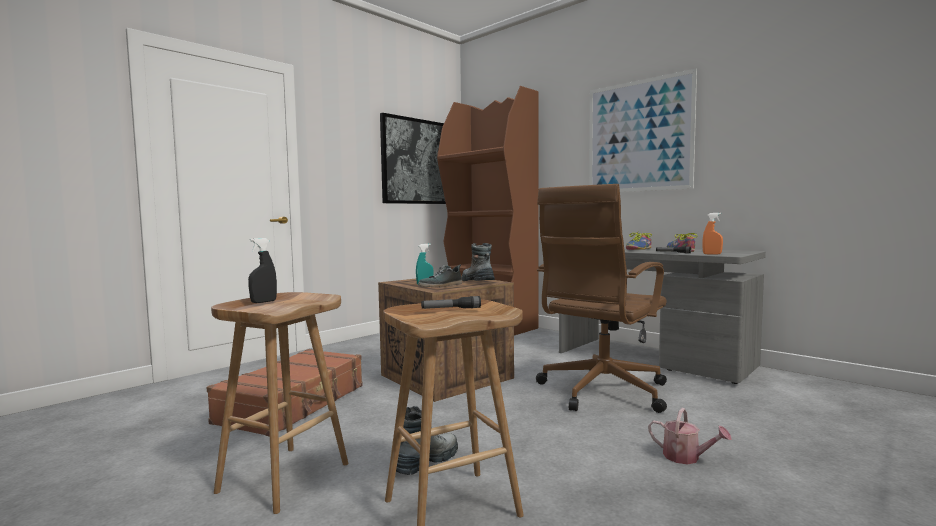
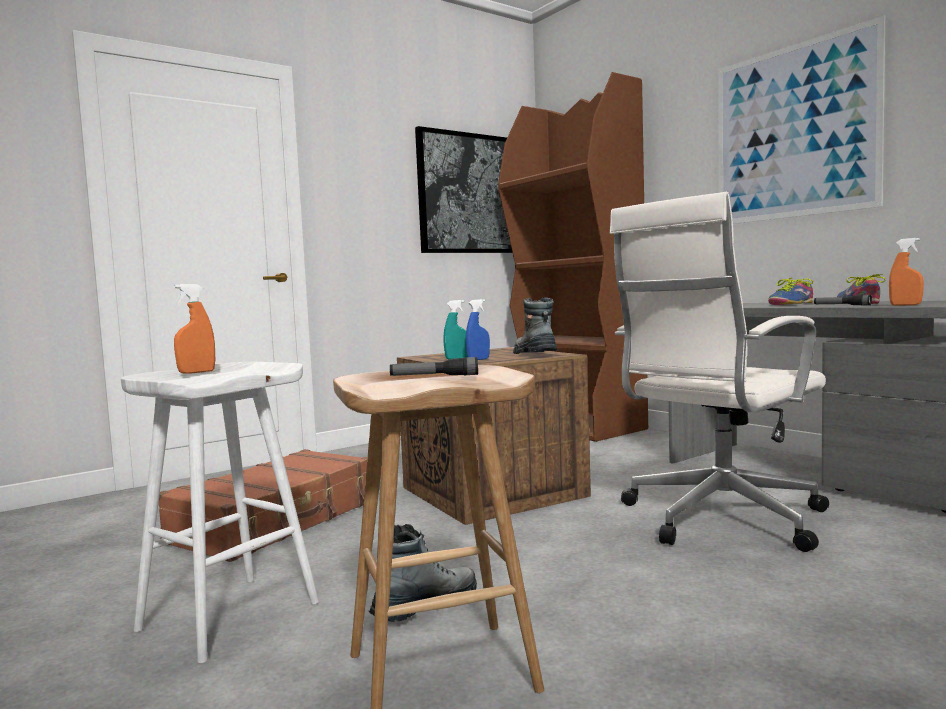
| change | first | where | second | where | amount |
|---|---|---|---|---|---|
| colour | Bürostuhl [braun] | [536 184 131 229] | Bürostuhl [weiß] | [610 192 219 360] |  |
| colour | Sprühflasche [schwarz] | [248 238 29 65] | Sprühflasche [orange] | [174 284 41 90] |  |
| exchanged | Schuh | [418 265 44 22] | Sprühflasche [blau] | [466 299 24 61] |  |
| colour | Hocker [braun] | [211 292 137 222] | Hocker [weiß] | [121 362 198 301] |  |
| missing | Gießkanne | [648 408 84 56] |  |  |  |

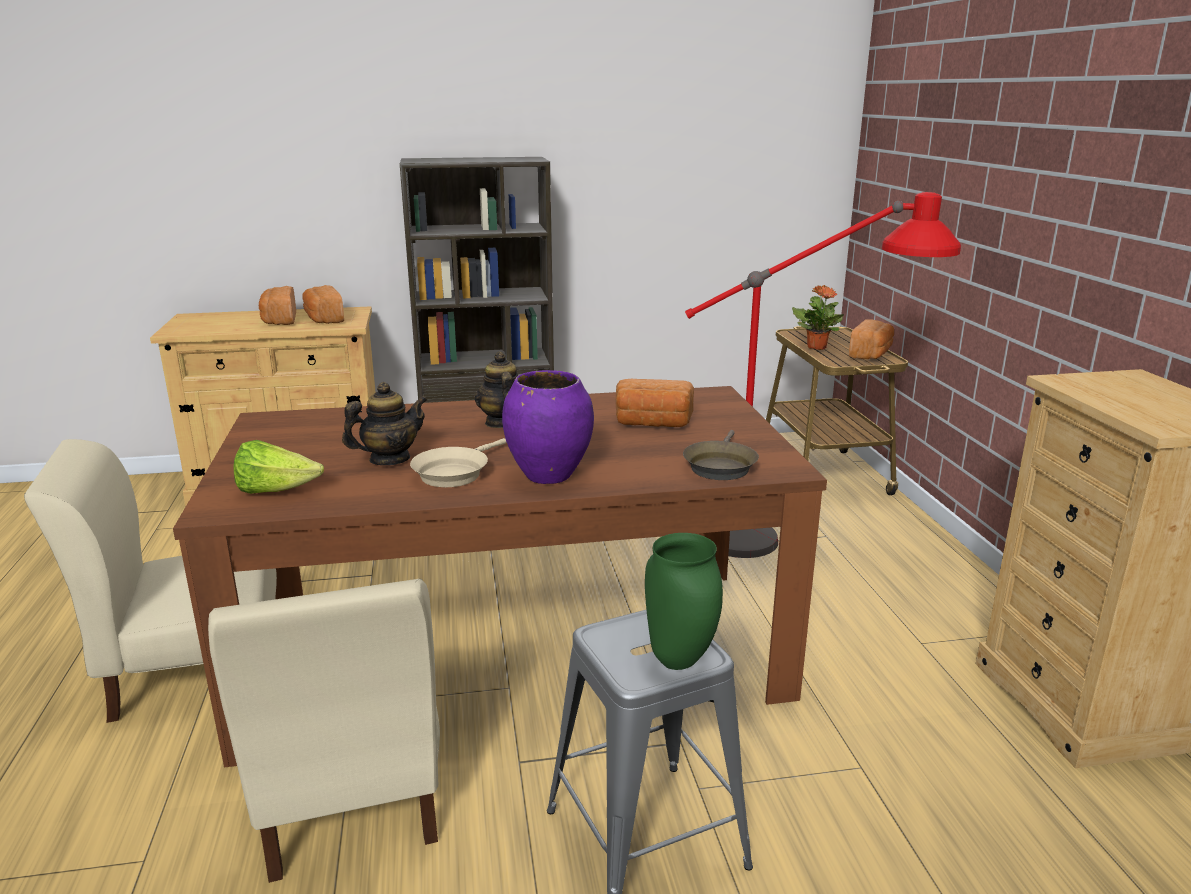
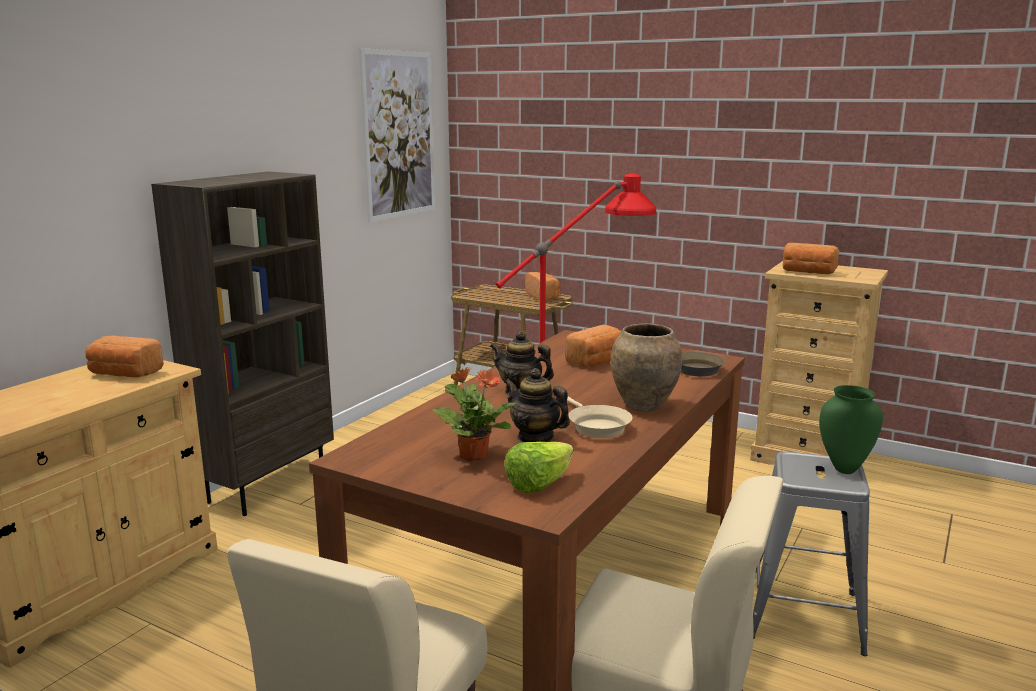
| change | first | where | second | where | amount |
|---|---|---|---|---|---|
| relocated | Topfpflanze | [792 285 52 65] |  | [432 367 84 95] |  |
| relocated | Brot | [259 286 37 39] |  | [783 243 56 31] |  |
| colour | Vase [lila] | [502 370 92 114] | Vase [braun] | [611 324 71 88] |  |
| spun | Teekanne | [342 382 85 83] |  | [504 368 66 74] | 60 degrees counterclockwise |
| appeared |  |  | Bild | [359 48 76 174] |  |

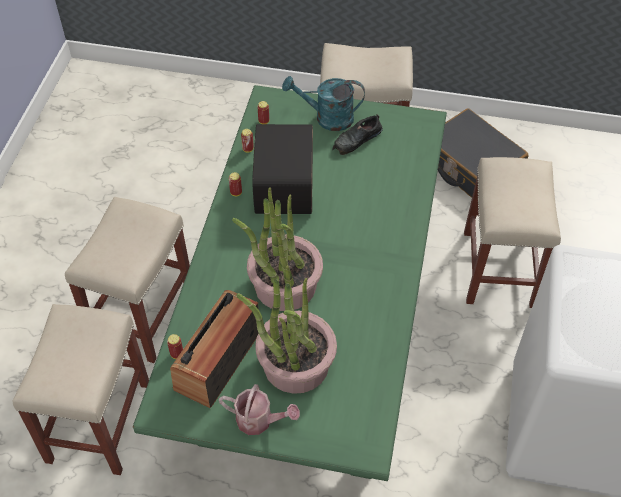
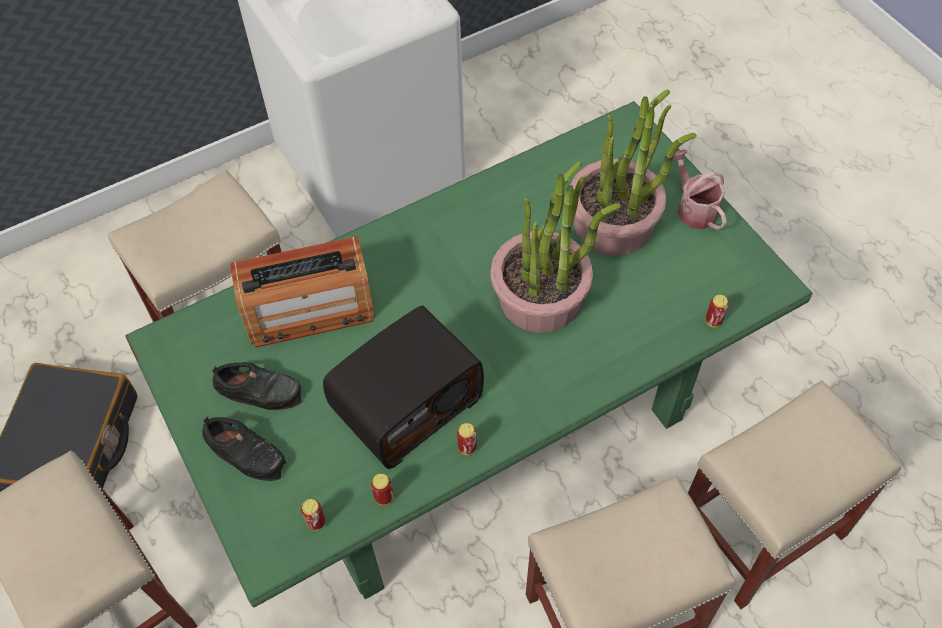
| change | first | where | second | where | amount |
|---|---|---|---|---|---|
| exchanged | Gießkanne [türkis] | [282 76 83 55] | Schuh [schwarz] | [202 417 84 64] |  |
| relocated | Radio | [170 290 89 118] |  | [230 236 145 112] |  |

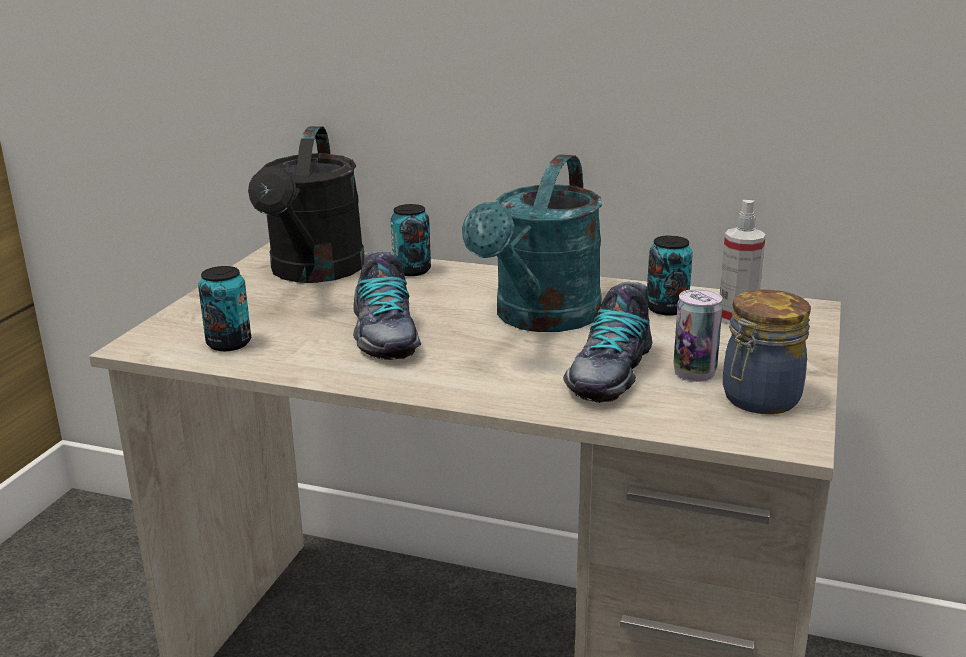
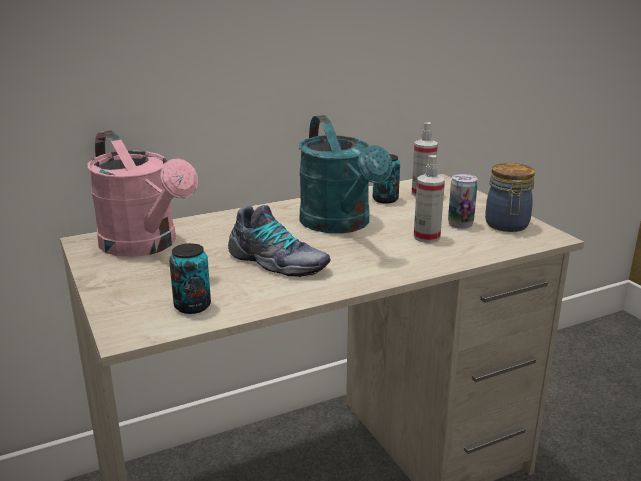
| change | first | where | second | where | amount |
|---|---|---|---|---|---|
| colour | Gießkanne [schwarz] | [248 126 117 157] | Gießkanne [rosa] | [87 130 111 127] |  |
| missing | Dose | [390 204 41 72] |  |  |  |
| exchanged | Schuh | [563 282 89 121] | Sprühflasche | [414 155 31 88] |  |

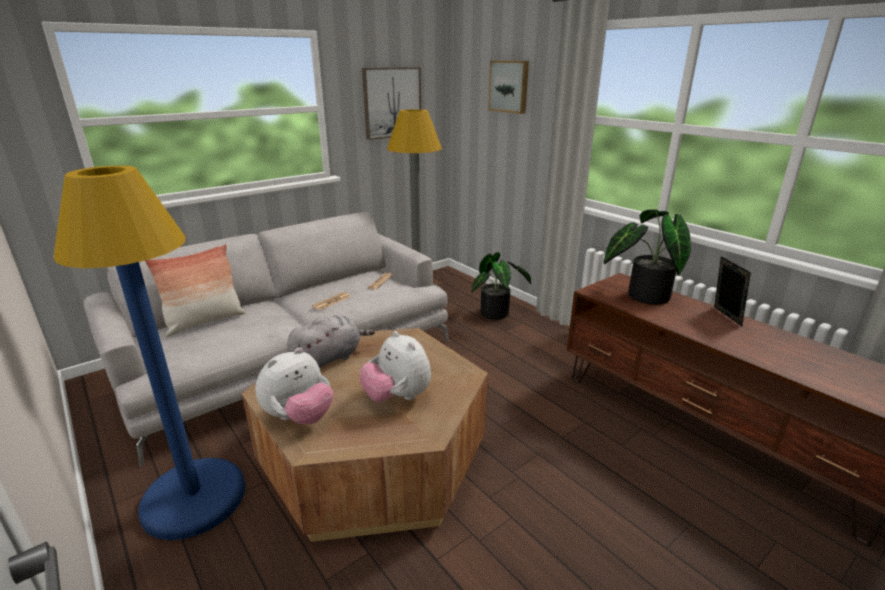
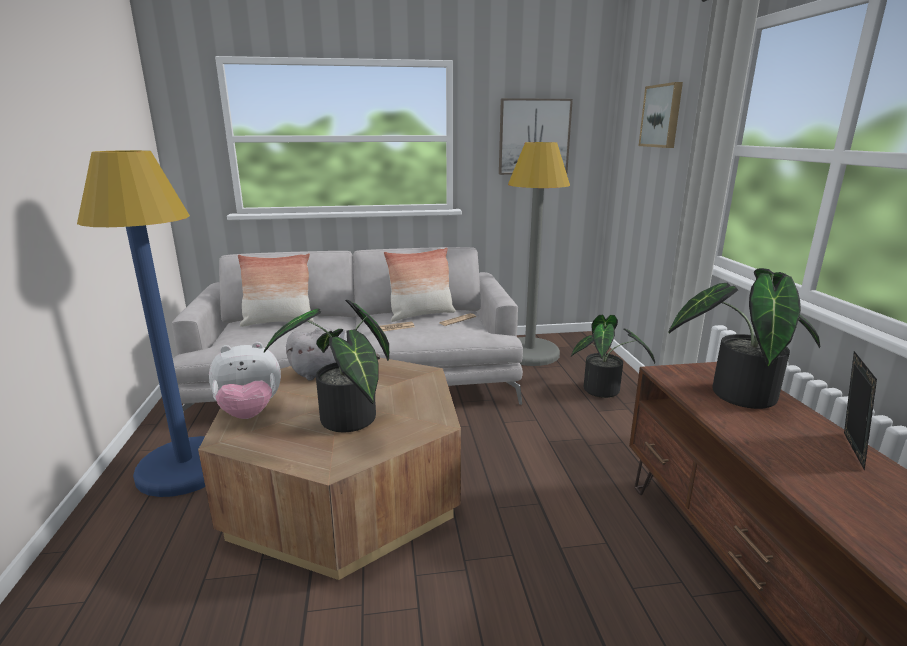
| change | first | where | second | where | amount |
|---|---|---|---|---|---|
| exchanged | Plüschtier | [360 331 71 71] | Topfpflanze | [264 300 125 132] |  |
| appeared |  |  | Kissen | [384 247 72 75] |  |

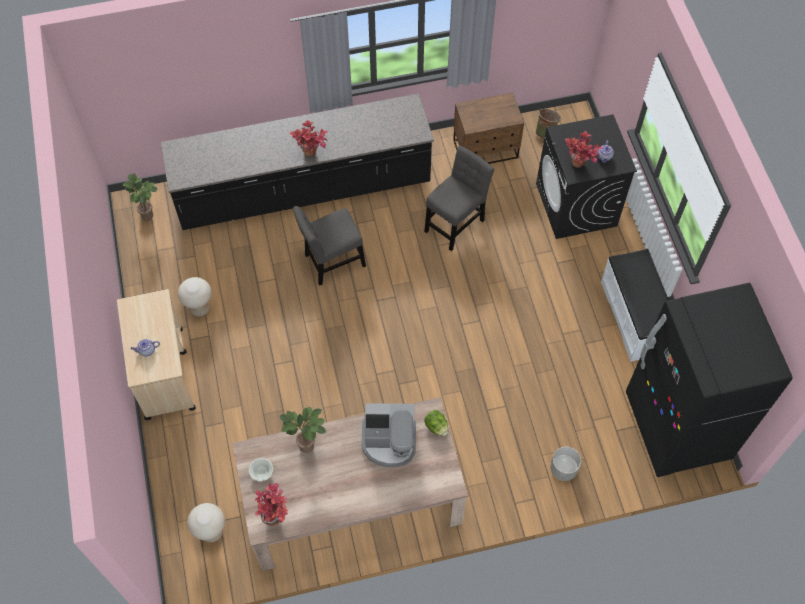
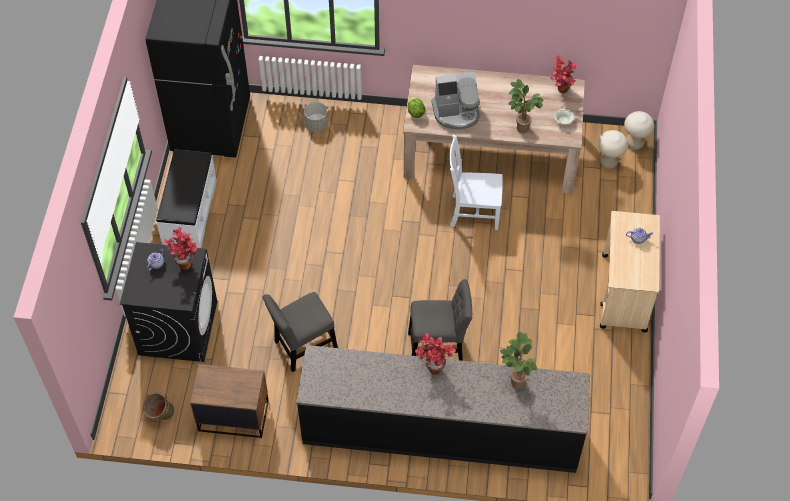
| change | first | where | second | where | amount |
|---|---|---|---|---|---|
| relocated | Topfpflanze | [123 173 35 48] |  | [500 332 37 57] |  |
| relocated | Hocker [beige] | [178 277 34 40] |  | [624 111 30 39] |  |
| spun | Kaffeemaschine | [362 403 54 64] |  | [431 72 49 58] | 150 degrees clockwise |
| appeared |  |  | Stuhl [weiß] | [449 134 54 96] |  |

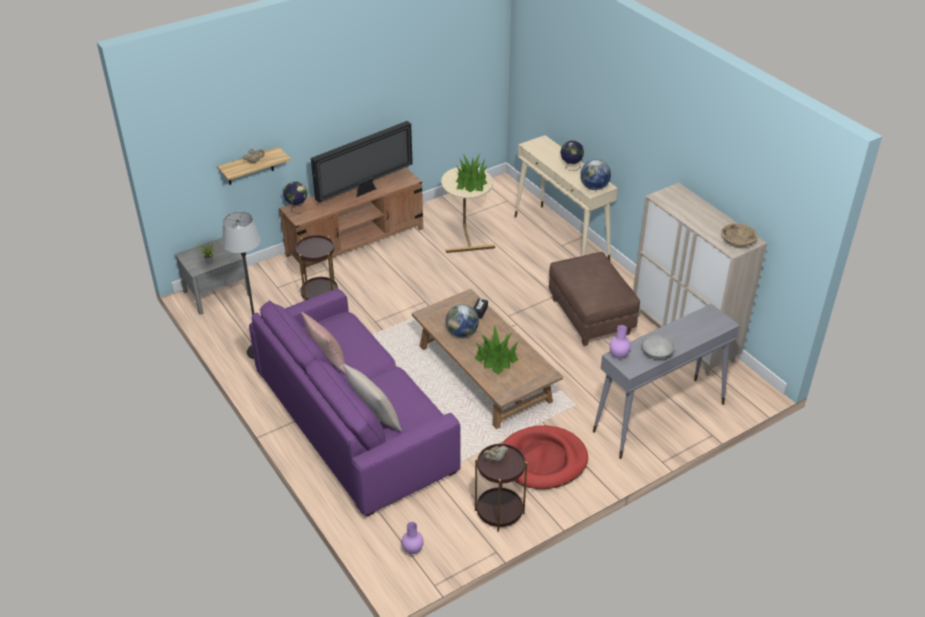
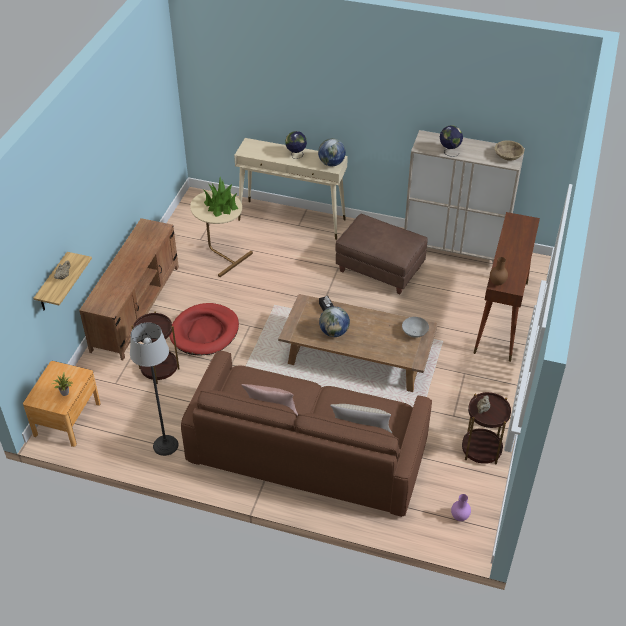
| change | first | where | second | where | amount |
|---|---|---|---|---|---|
| missing | Fernseher | [311 121 102 82] |  |  |  |
| relocated | Globus | [284 182 23 32] |  | [440 126 23 31] |  |
| colour | Nachttisch [grau] | [175 237 77 78] | Nachttisch [braun] | [23 361 78 86] |  |
| colour | Sofa [lila] | [249 289 212 228] | Sofa [braun] | [181 351 251 166] |  |
| colour | Konsolentisch [grau] | [593 303 147 156] | Konsolentisch [braun] | [473 212 67 150] |  |
| missing | Topfpflanze | [475 324 44 51] |  |  |  |
| colour | Vase [lila] | [609 325 22 34] | Vase [braun] | [490 257 18 28] |  |
| relocated | Schüssel [grau] | [642 334 32 25] |  | [402 317 27 21] |  |
| relocated | Hundebett [rot] | [503 425 85 64] |  | [169 303 70 52] |  |

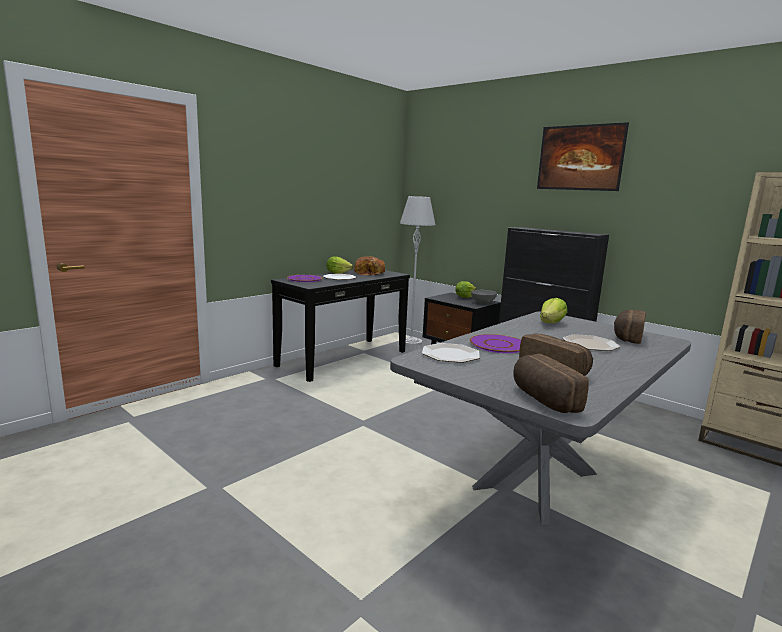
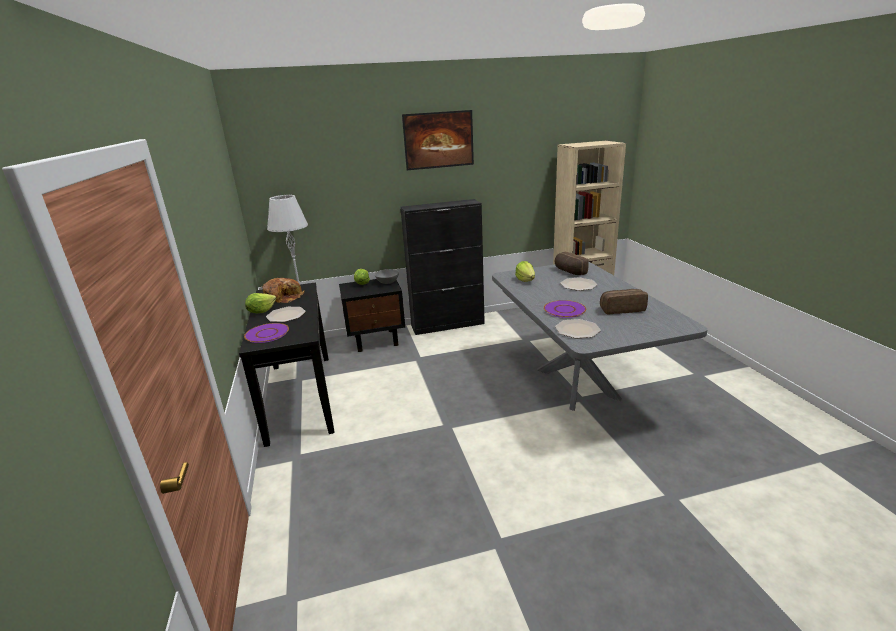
| change | first | where | second | where | amount |
|---|---|---|---|---|---|
| missing | Brot | [513 354 76 59] |  |  |  |

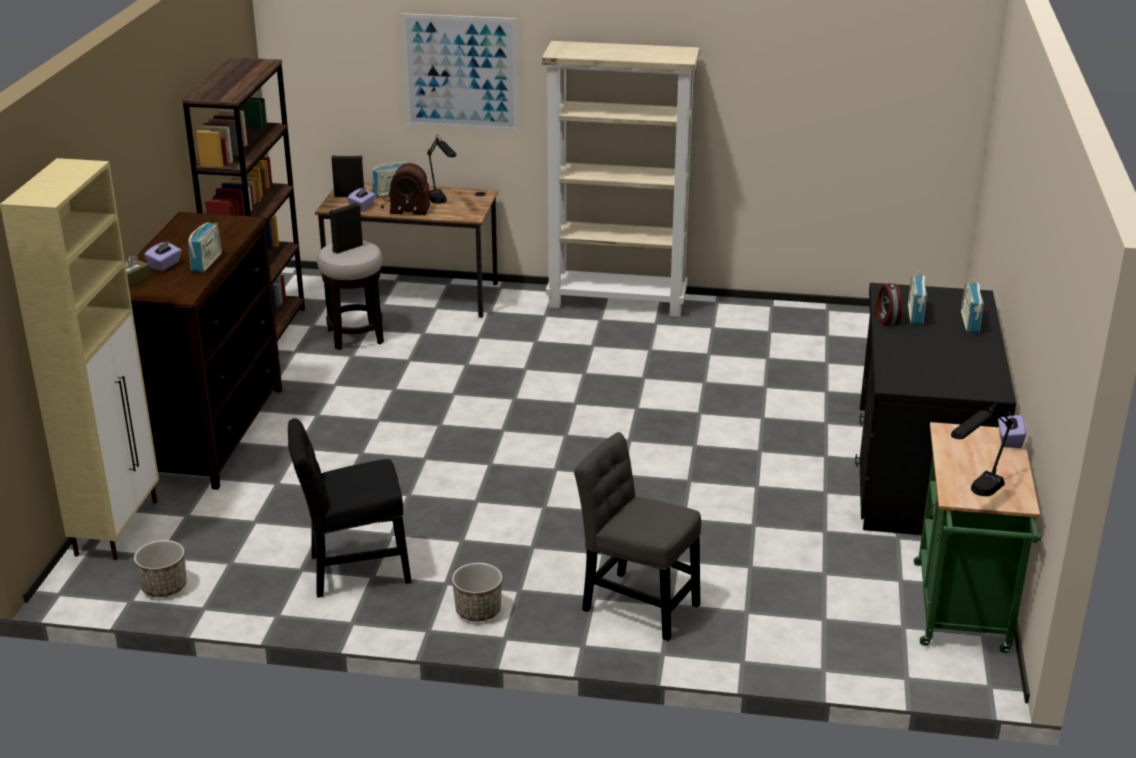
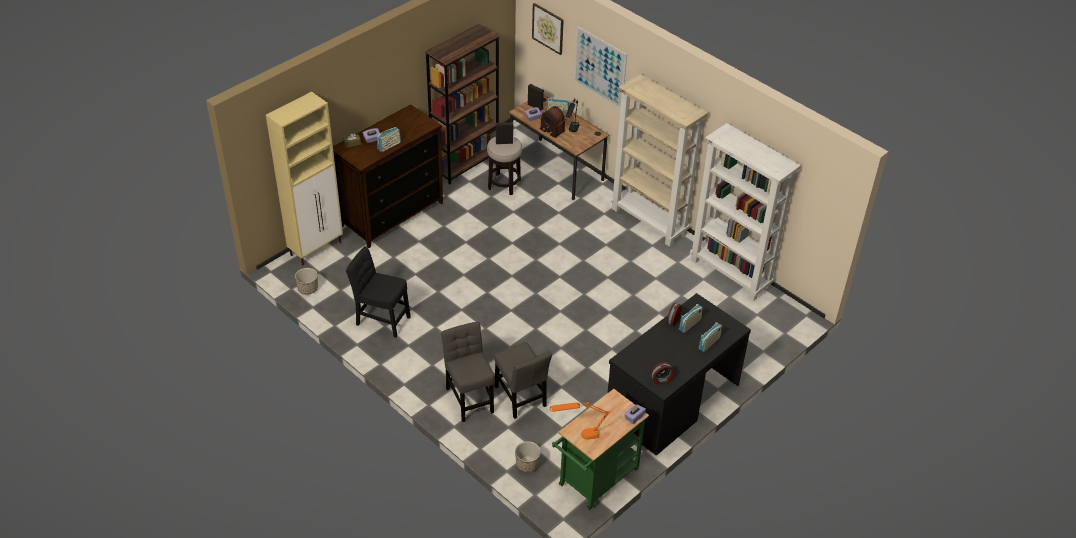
| change | first | where | second | where | amount |
|---|---|---|---|---|---|
| colour | Tischlampe [schwarz] | [951 402 62 94] | Tischlampe [orange] | [550 402 60 38] |  |
| relocated | Pflanzkübel | [452 563 50 59] |  | [515 441 26 31] |  |
| appeared |  |  | Bild | [532 3 32 52] |  |
| appeared |  |  | Bücherregal [weiß] | [690 123 111 178] |  |
| appeared |  |  | Stuhl [grau] | [494 342 58 77] |  |
| appeared |  |  | Wecker | [651 362 23 23] |  |

